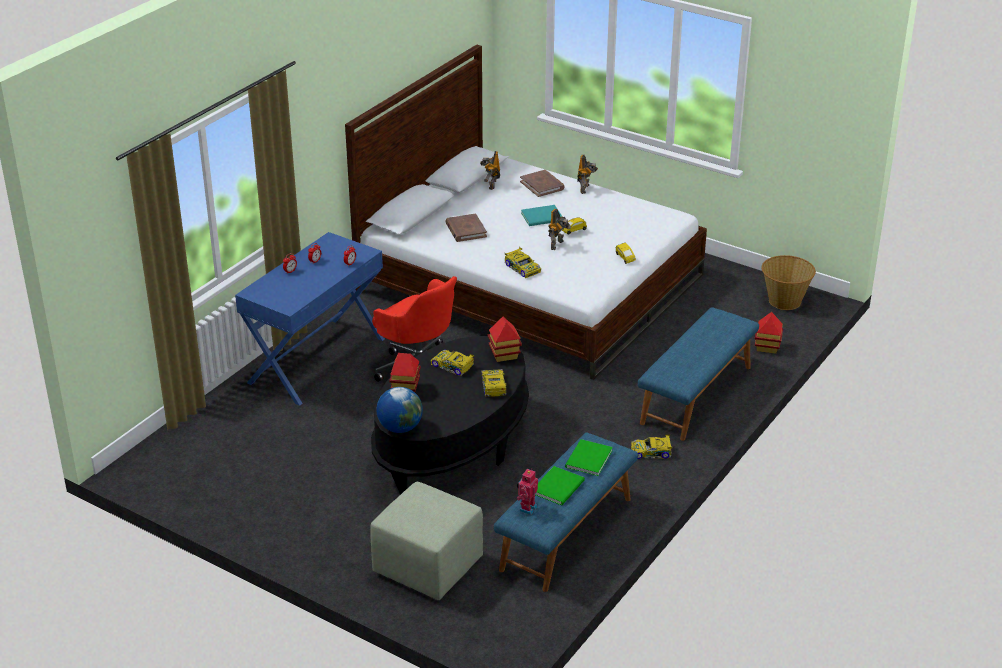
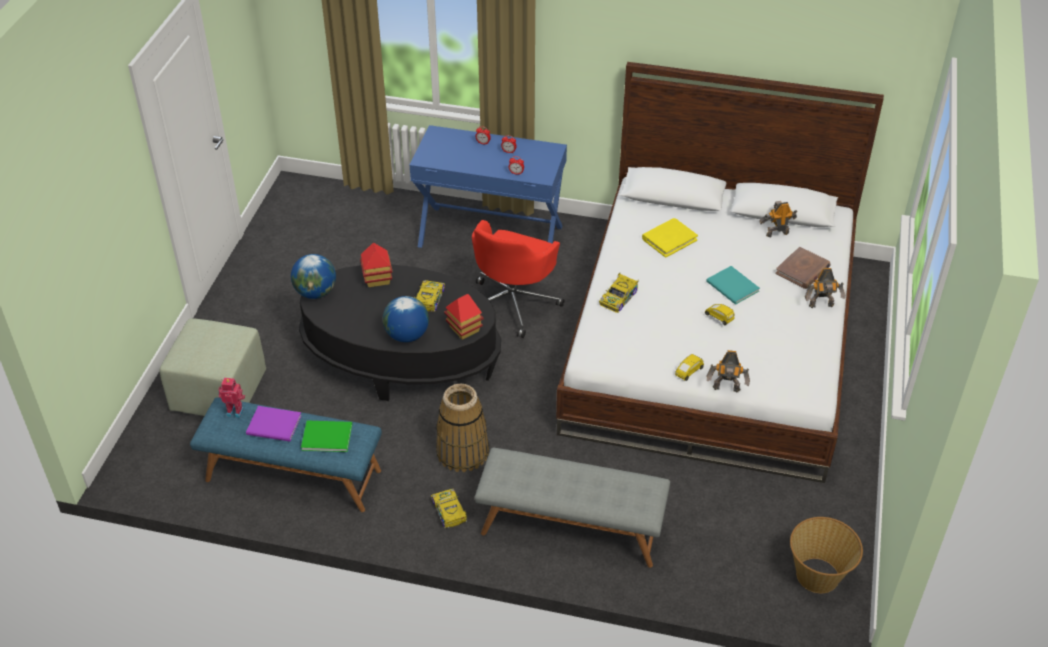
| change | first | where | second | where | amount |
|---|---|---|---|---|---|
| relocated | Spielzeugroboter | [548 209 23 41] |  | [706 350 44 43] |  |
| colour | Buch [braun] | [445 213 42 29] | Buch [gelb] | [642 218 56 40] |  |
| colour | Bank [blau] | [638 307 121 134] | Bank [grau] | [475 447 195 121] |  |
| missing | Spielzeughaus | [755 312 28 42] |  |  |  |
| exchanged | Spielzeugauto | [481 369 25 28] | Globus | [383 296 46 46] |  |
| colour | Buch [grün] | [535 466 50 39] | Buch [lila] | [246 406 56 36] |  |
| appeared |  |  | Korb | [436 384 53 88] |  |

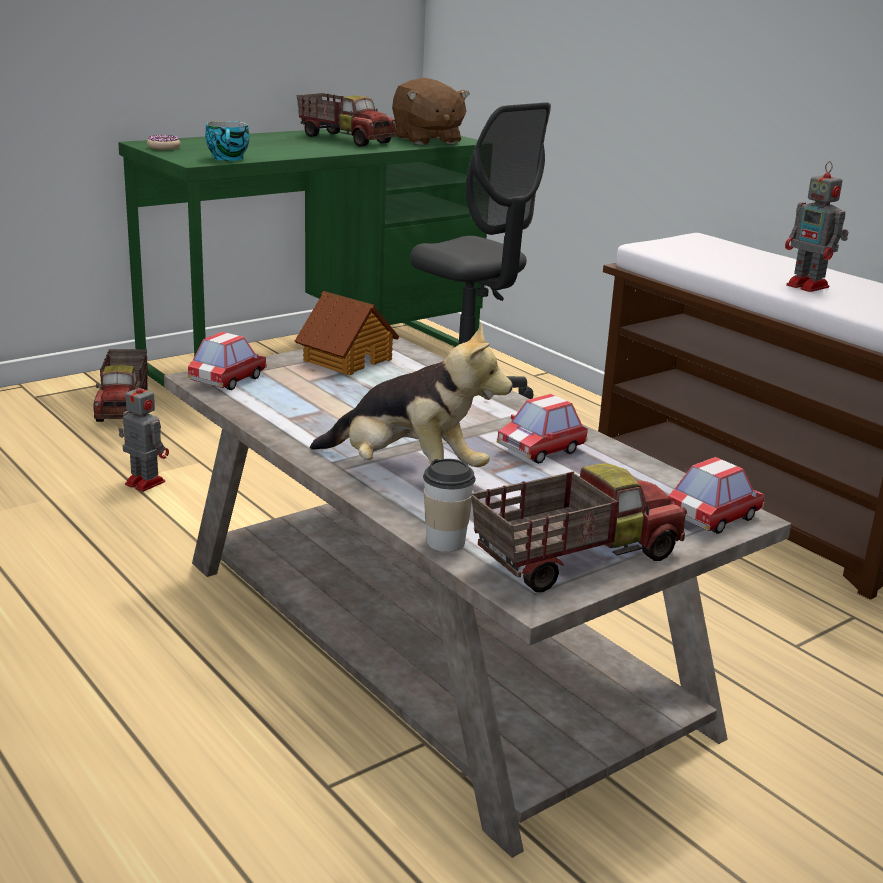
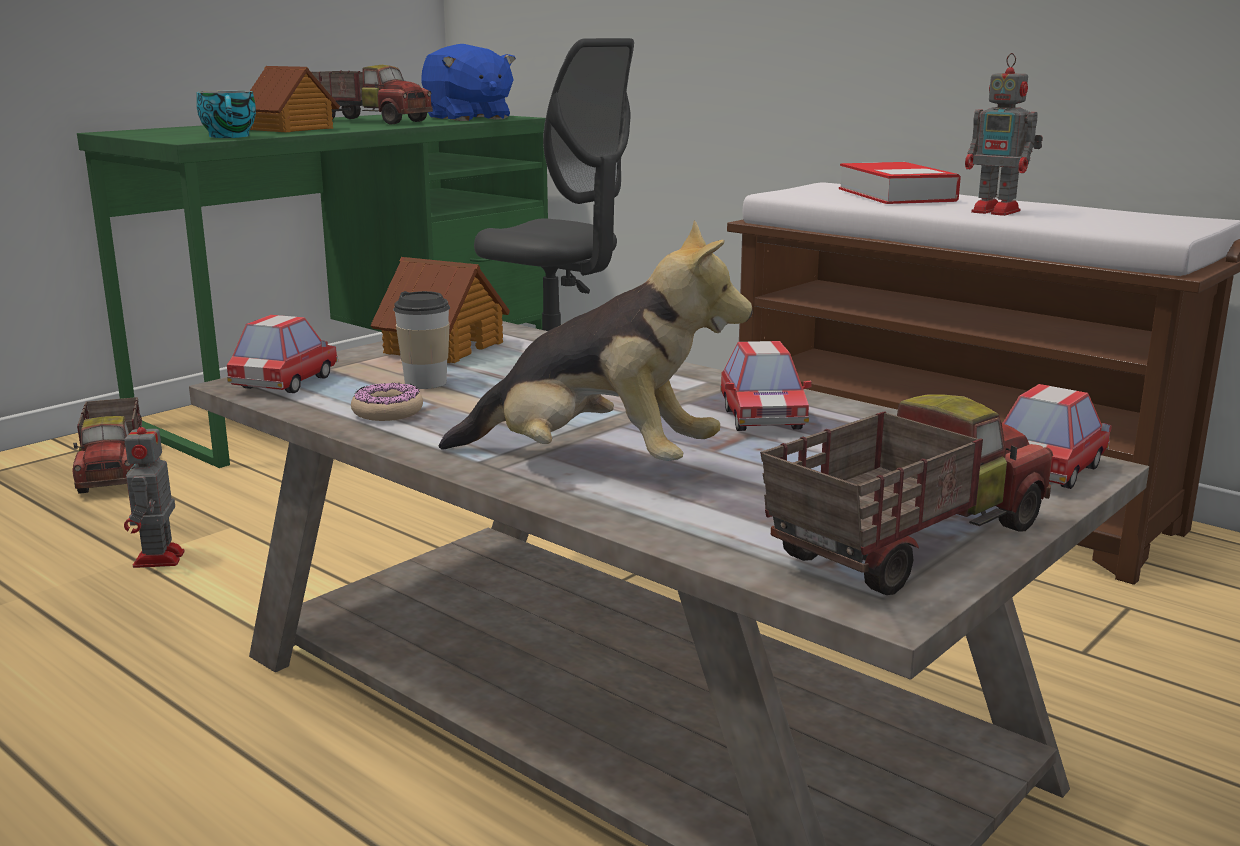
| change | first | where | second | where | amount |
|---|---|---|---|---|---|
| colour | Plüschtier [braun] | [392 78 78 67] | Plüschtier [blau] | [421 44 95 77] |  |
| relocated | Donut | [147 135 33 15] |  | [351 383 72 38] |  |
| spun | Spielzeugroboter | [118 379 51 113] |  | [124 414 61 154] | 120 degrees counterclockwise |
| spun | Spielzeugauto | [497 394 91 70] |  | [720 341 92 90] | 45 degrees counterclockwise |
| relocated | Tasse | [423 459 53 93] |  | [393 291 57 98] |  |
| appeared |  |  | Spielzeughaus | [250 66 90 66] |  |
| appeared |  |  | Buch | [839 162 122 42] |  |

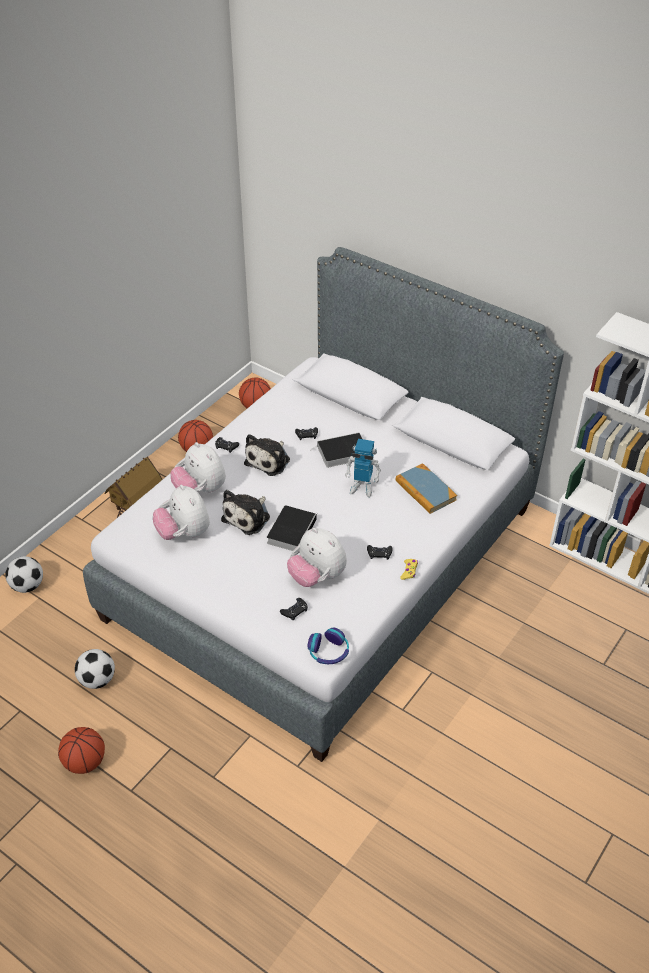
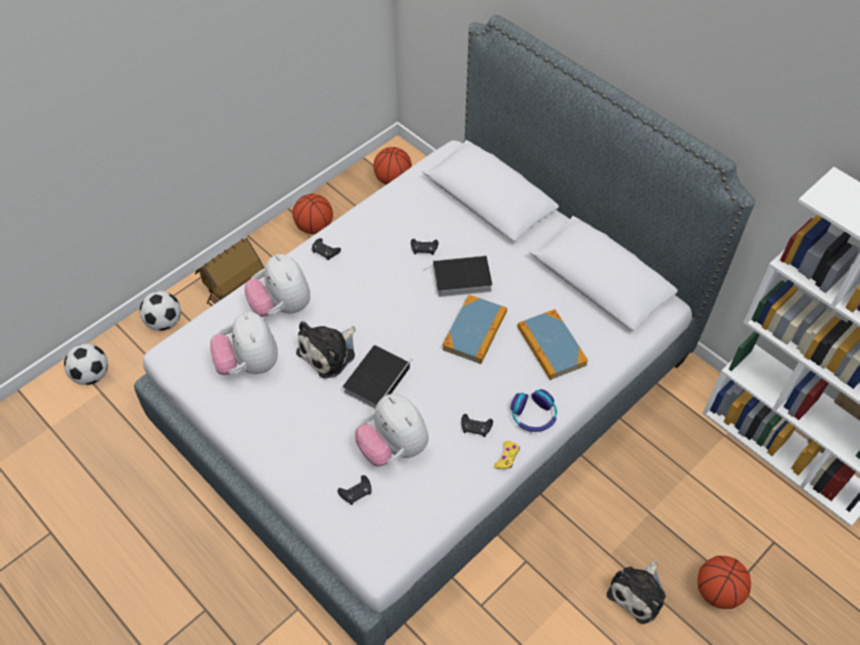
| change | first | where | second | where | amount |
|---|---|---|---|---|---|
| relocated | Plüschtier | [244 434 46 42] |  | [607 561 59 63] |  |
| exchanged | Spielzeugroboter | [345 439 36 58] | Buch | [442 295 65 69] |  |
| relocated | Kopfhörer | [307 628 42 36] |  | [511 389 46 43] |  |
| relocated | Fußball | [75 649 40 40] |  | [140 291 41 40] |  |
| relocated | Basketball | [58 727 47 47] |  | [697 556 54 53] |  |

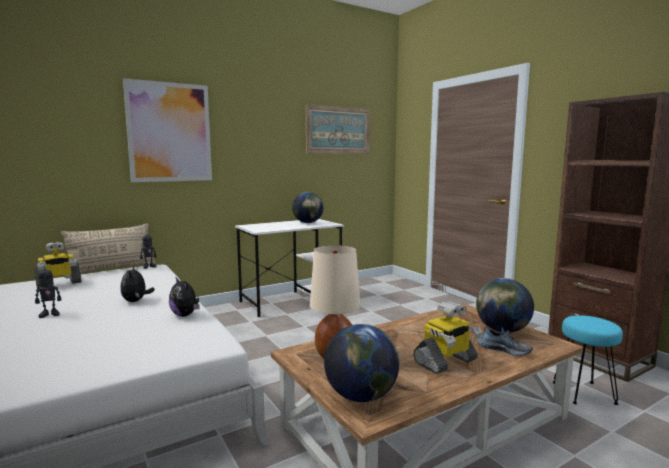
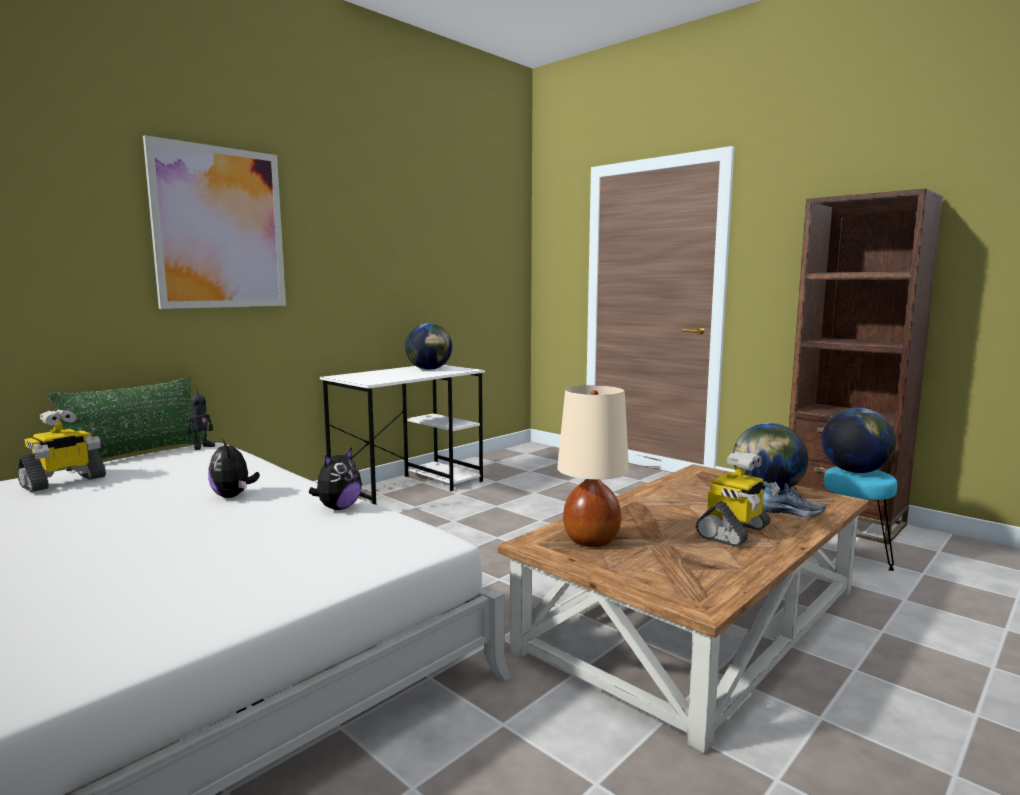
| change | first | where | second | where | amount |
|---|---|---|---|---|---|
| missing | Bild | [306 104 64 50] |  |  |  |
| colour | Kissen [beige] | [61 224 95 50] | Kissen [grün] | [48 377 159 94] |  |
| missing | Spielzeugroboter | [35 266 27 52] |  |  |  |
| spun | Plüschtier | [169 278 31 39] |  | [309 448 53 62] | 90 degrees counterclockwise |
| relocated | Globus | [324 324 75 78] |  | [821 408 75 65] |  |

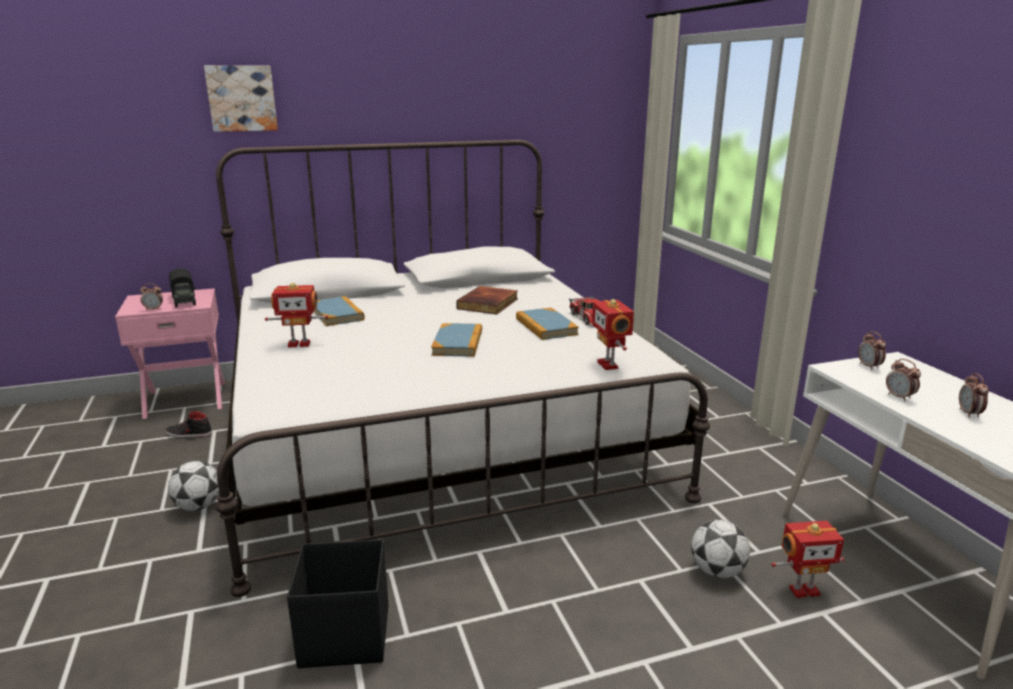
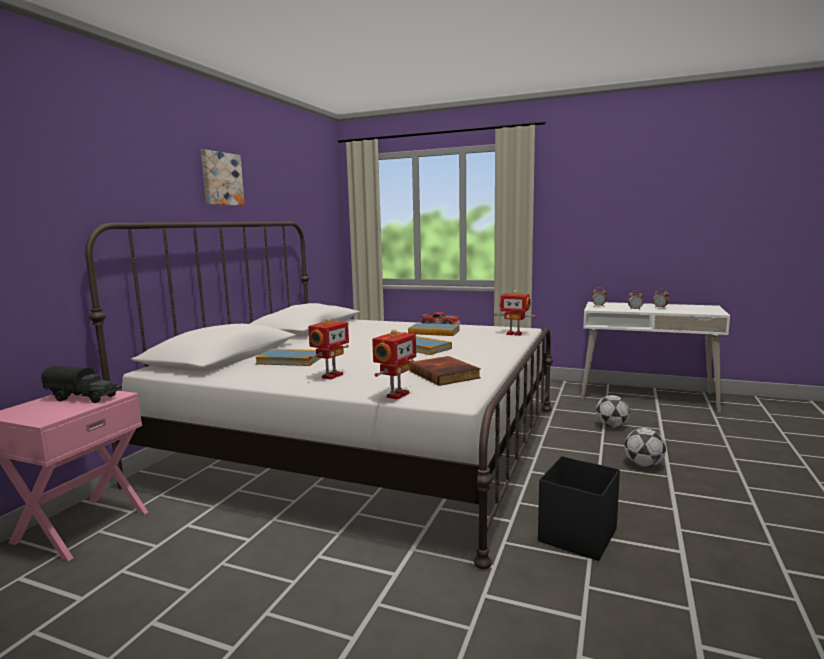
| change | first | where | second | where | amount |
|---|---|---|---|---|---|
| relocated | Bild | [204 65 74 67] |  | [201 149 44 57] |  |
| missing | Wecker | [140 283 23 28] |  |  |  |
| relocated | Buch | [456 286 62 28] |  | [410 356 71 30] |  |
| missing | Schuh [schwarz] | [166 410 46 28] |  |  |  |
| relocated | Fußball | [168 461 51 50] |  | [624 428 42 39] |  |
| relocated | Spielzeugroboter | [771 521 74 77] |  | [372 329 44 71] |  |

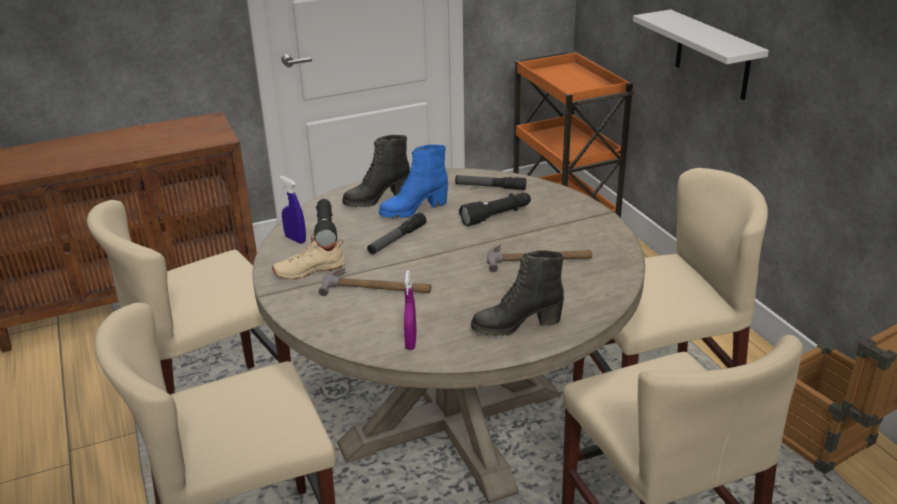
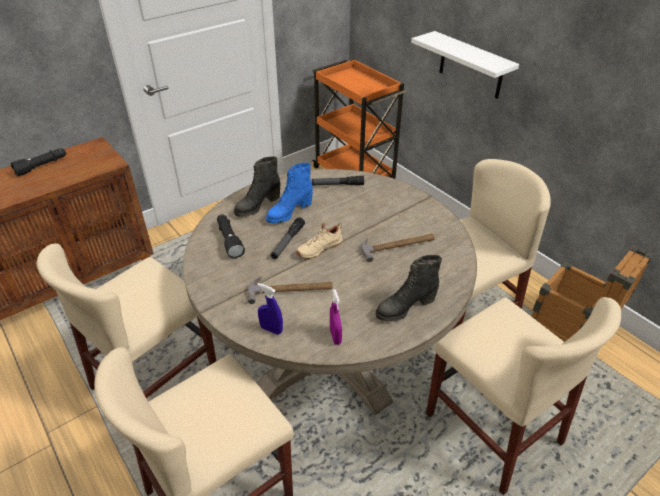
| change | first | where | second | where | amount |
|---|---|---|---|---|---|
| relocated | Sprühflasche [blau] | [280 176 26 68] |  | [257 283 26 52] |  |
| relocated | Taschenlampe [schwarz] | [459 193 72 33] |  | [11 148 55 29] |  |
| relocated | Schuh [beige] | [272 233 73 47] |  | [296 223 47 36] |  |

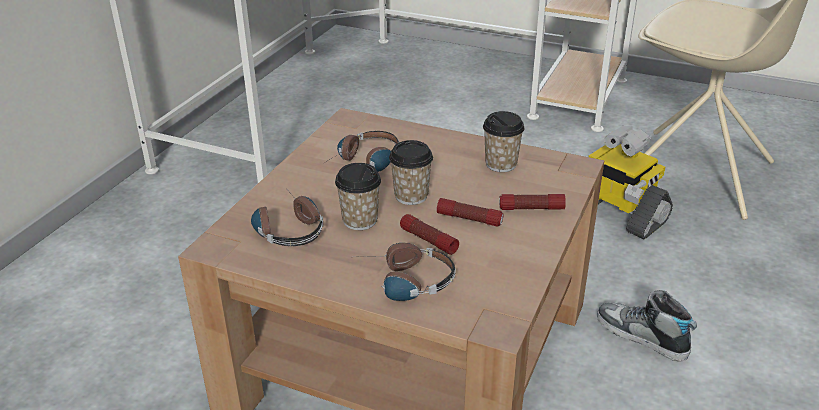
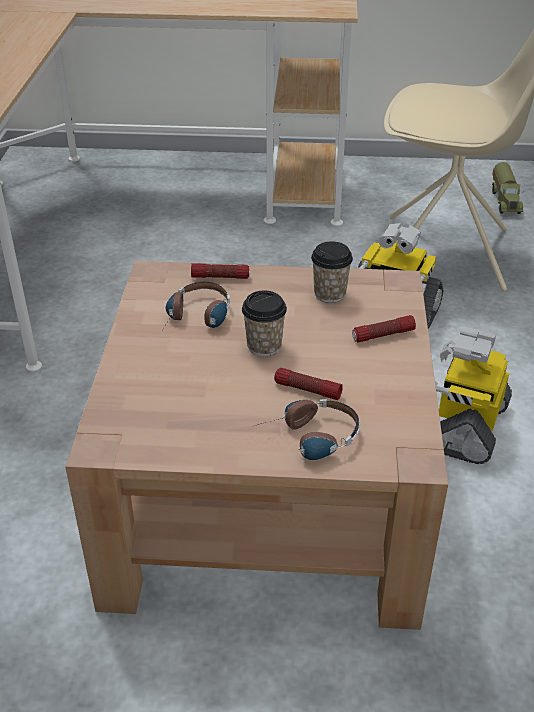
| change | first | where | second | where | amount |
|---|---|---|---|---|---|
| missing | Tasse | [335 163 46 67] |  |  |  |
| missing | Kopfhörer | [251 195 72 51] |  |  |  |
| relocated | Taschenlampe | [437 198 66 29] |  | [191 263 59 16] |  |
| exchanged | Schuh | [597 290 100 72] | Spielzeugroboter | [435 326 77 138] |  |
| appeared |  |  | Spielzeuglaster | [492 162 32 52] |  |

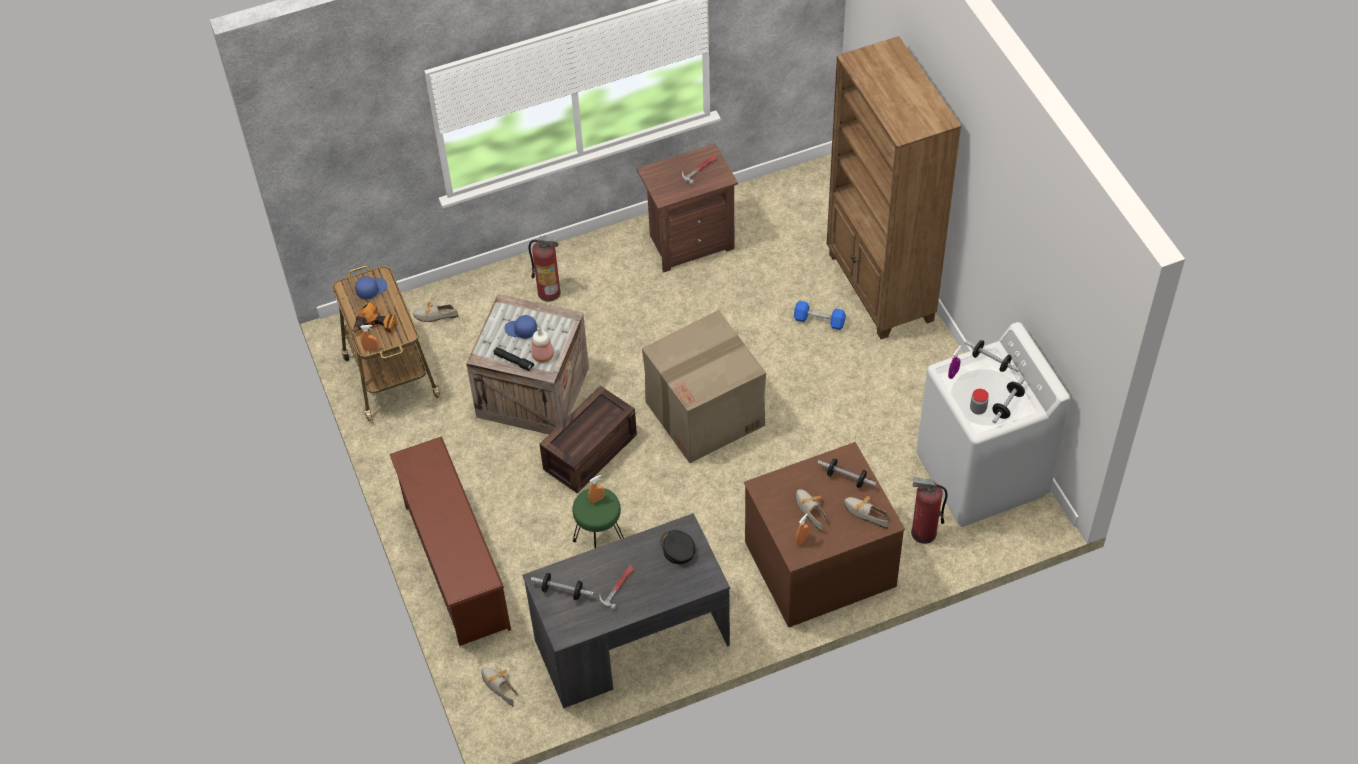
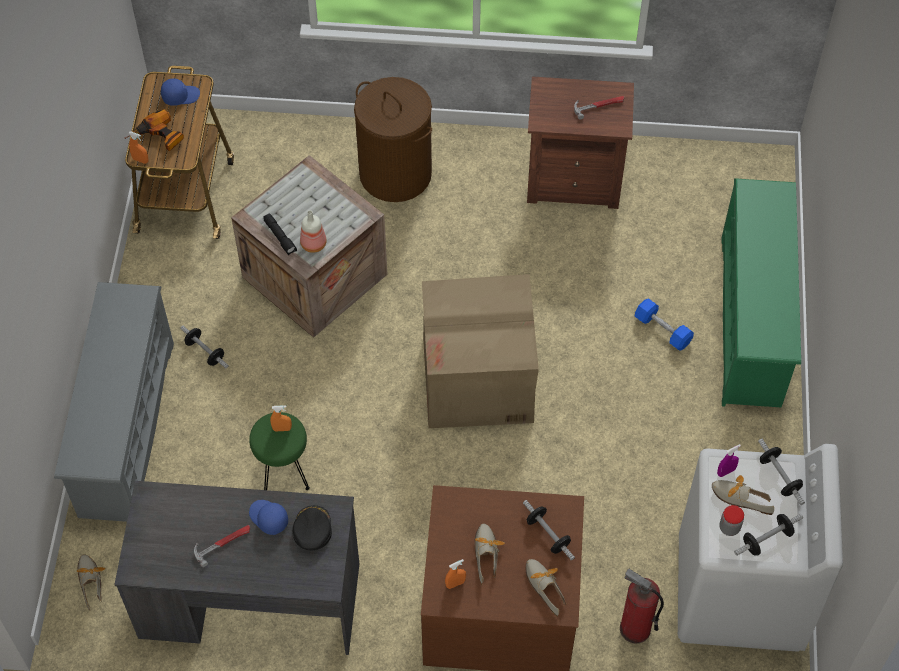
| change | first | where | second | where | amount |
|---|---|---|---|---|---|
| exchanged | Bücherregal [braun] | [827 36 134 303] | Schuhregal [grün] | [721 178 80 229] |  |
| exchanged | Feuerlöscher | [529 235 32 67] | Wäschekorb [braun] | [354 77 78 125] |  |
| relocated | Schuh | [413 302 45 20] |  | [712 475 62 40] |  |
| relocated | Kappe [blau] | [505 315 32 24] |  | [249 500 39 35] |  |
| missing | Kiste | [539 386 98 107] |  |  |  |
| colour | Schuhregal [braun] | [389 436 122 210] | Schuhregal [grau] | [54 282 120 240] |  |
| relocated | Hantel | [531 573 63 27] |  | [180 325 49 44] |  |

